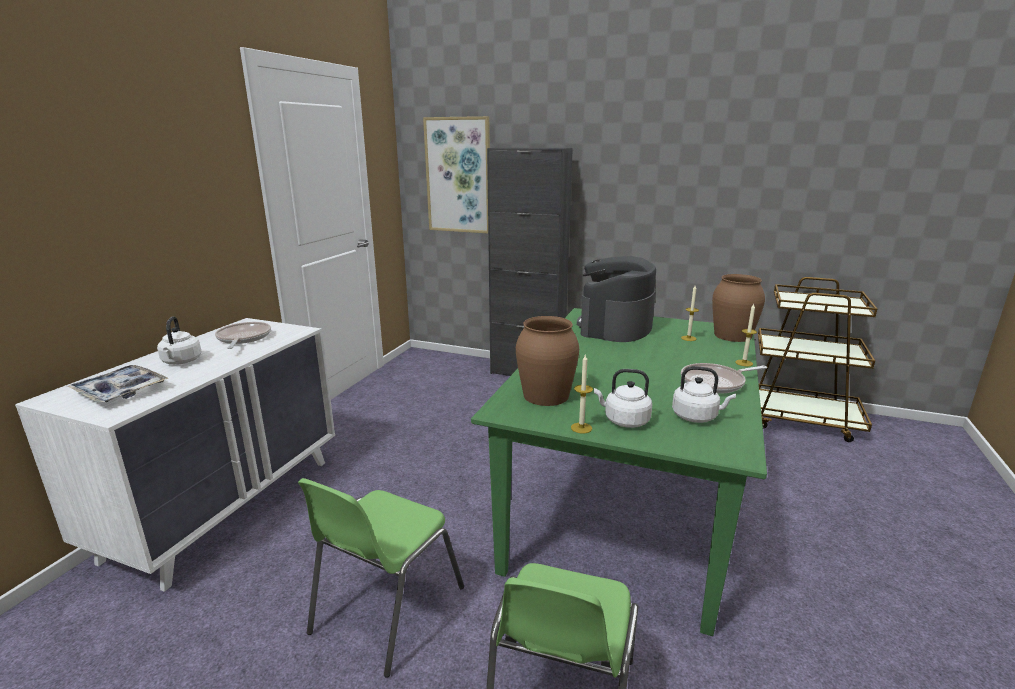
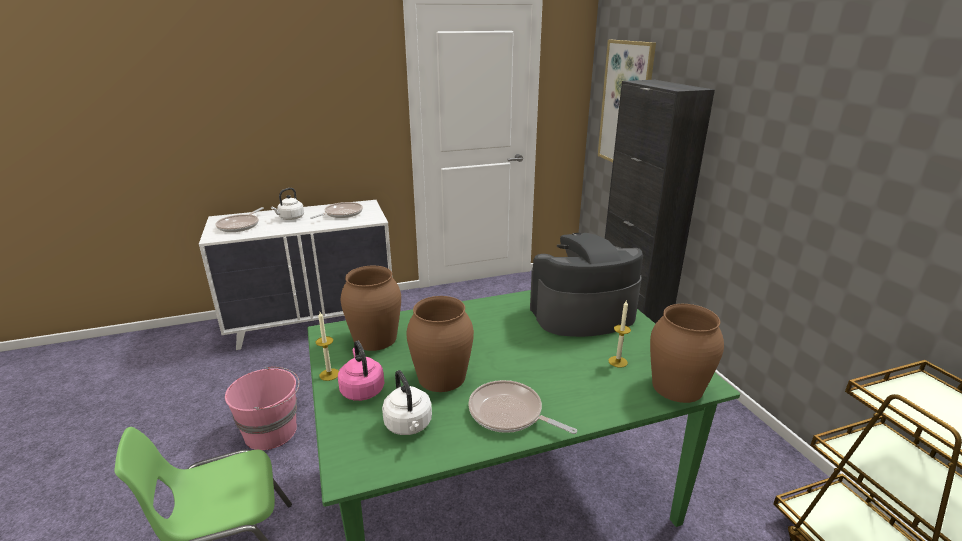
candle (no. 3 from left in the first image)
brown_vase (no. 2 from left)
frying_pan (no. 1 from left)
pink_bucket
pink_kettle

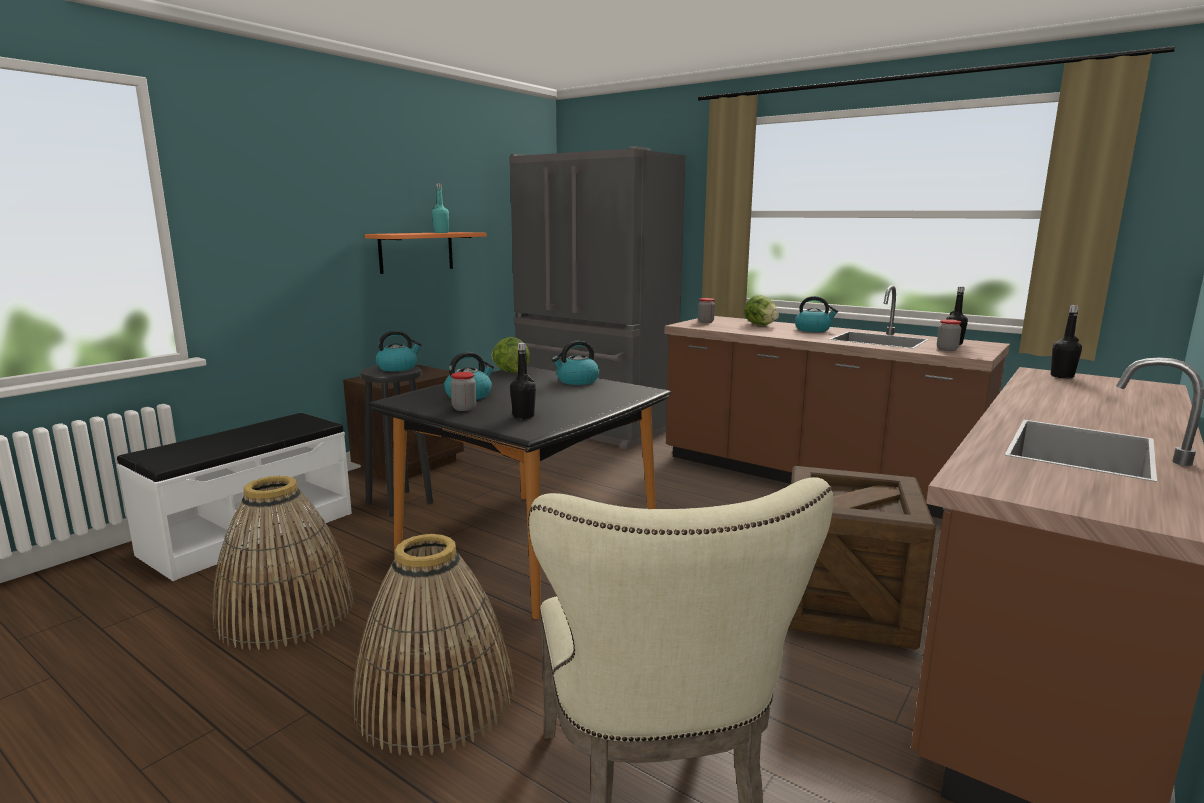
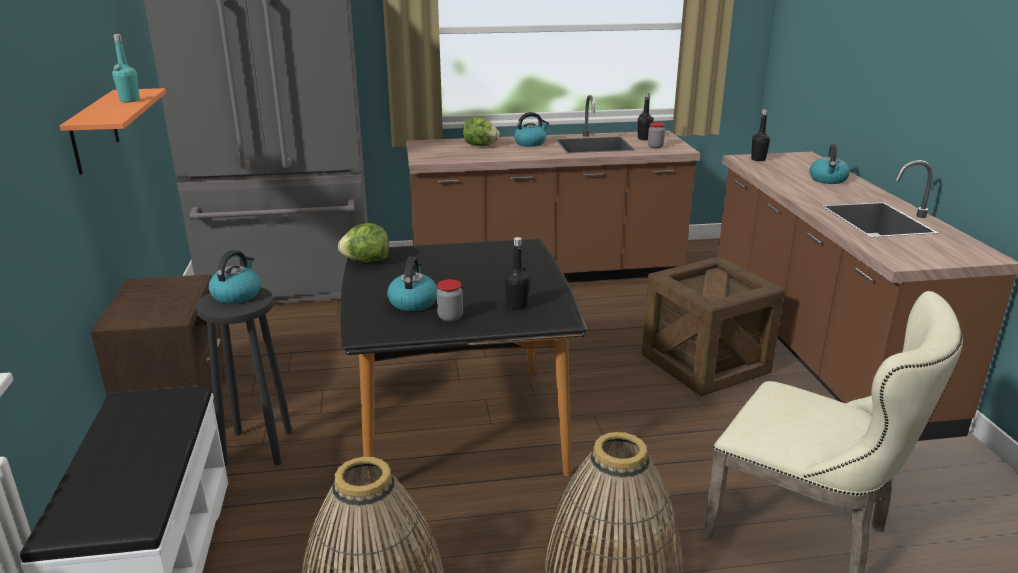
jar (no. 2 from left in the first image)
kettle (no. 4 from left)

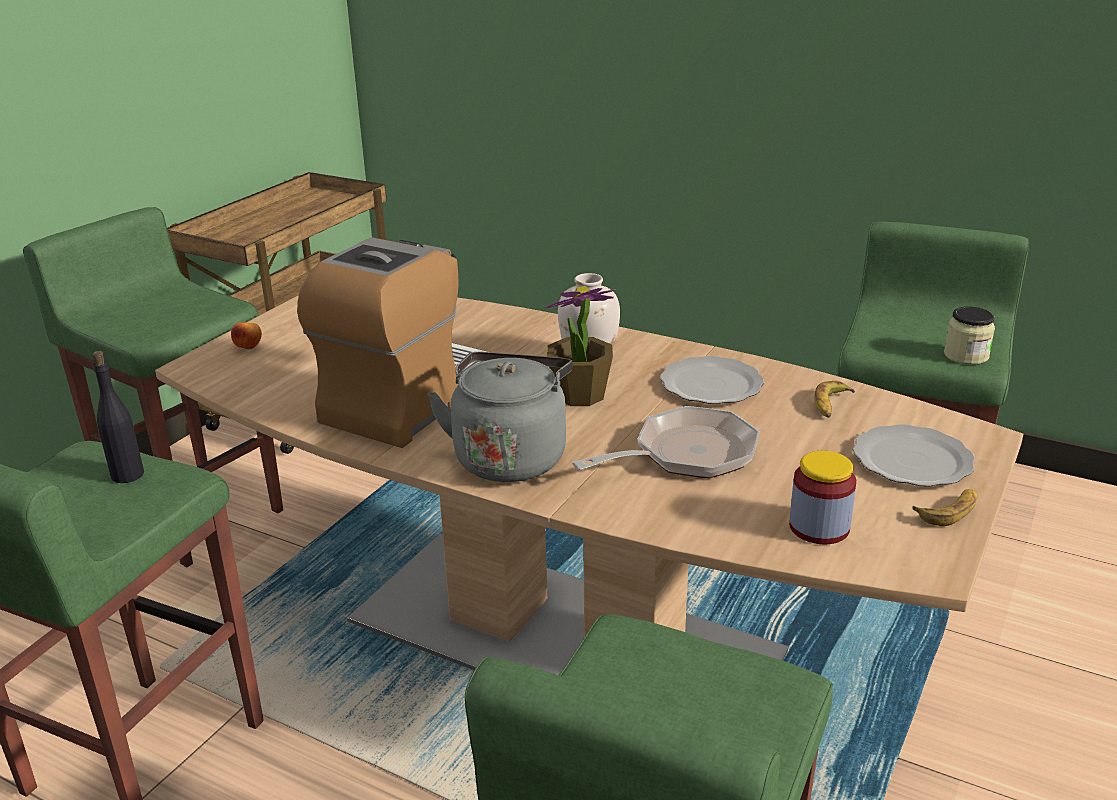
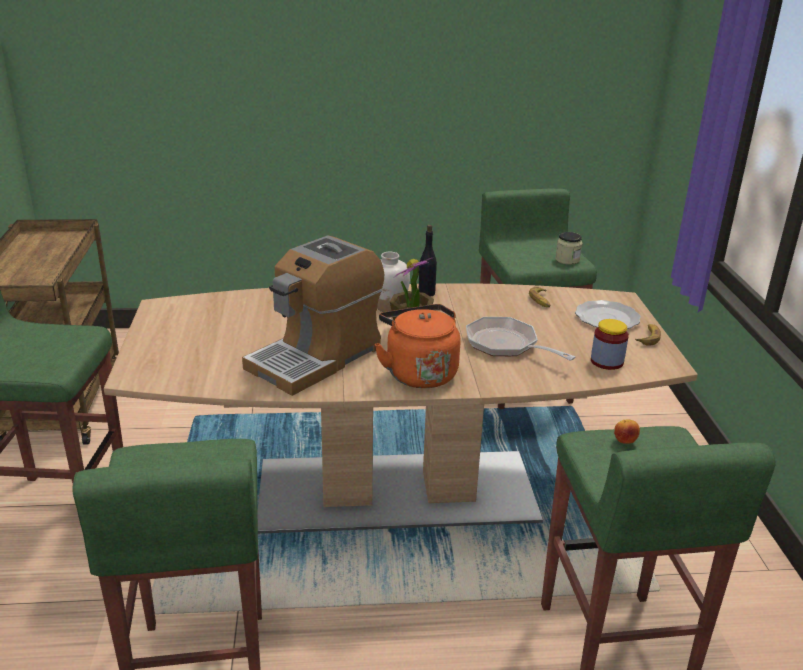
plate (no. 1 from left in the first image)
black_bottle
apple
orange_kettle
coffee_machine
frying_pan

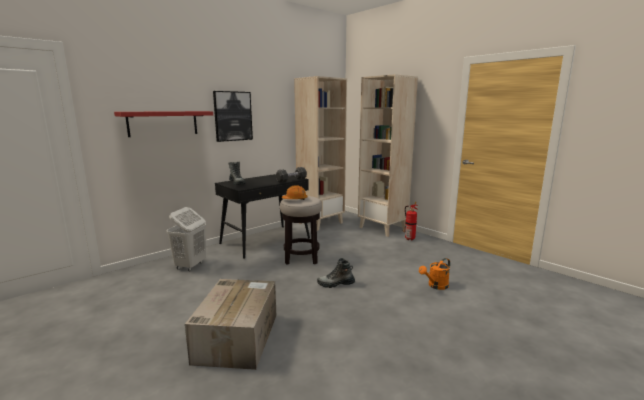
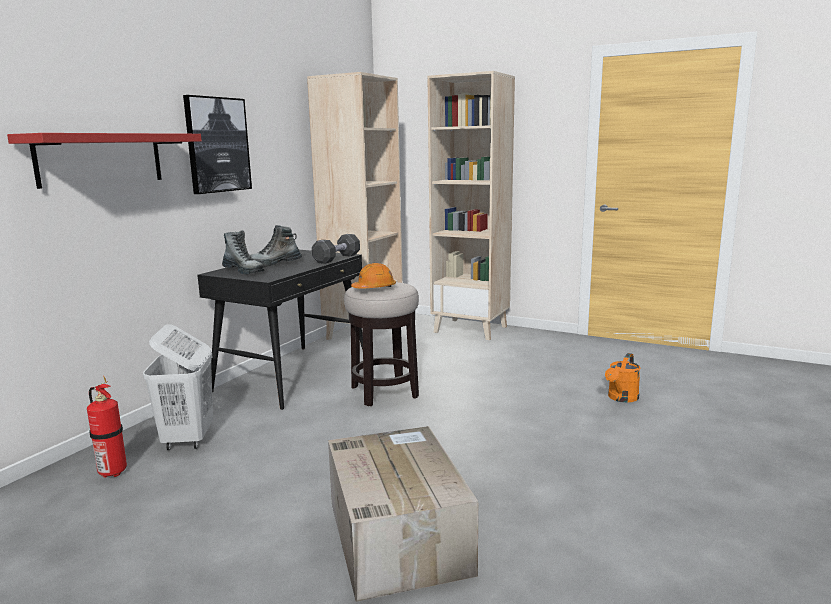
boot (no. 2 from left)
fire_extinguisher

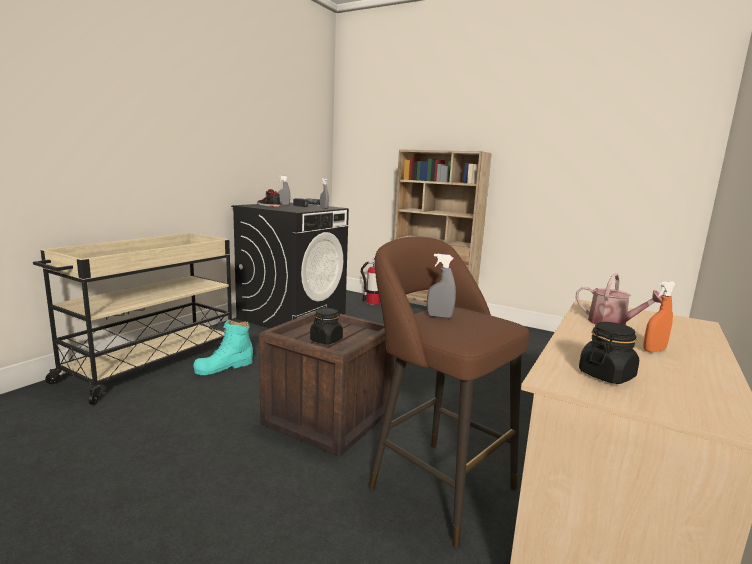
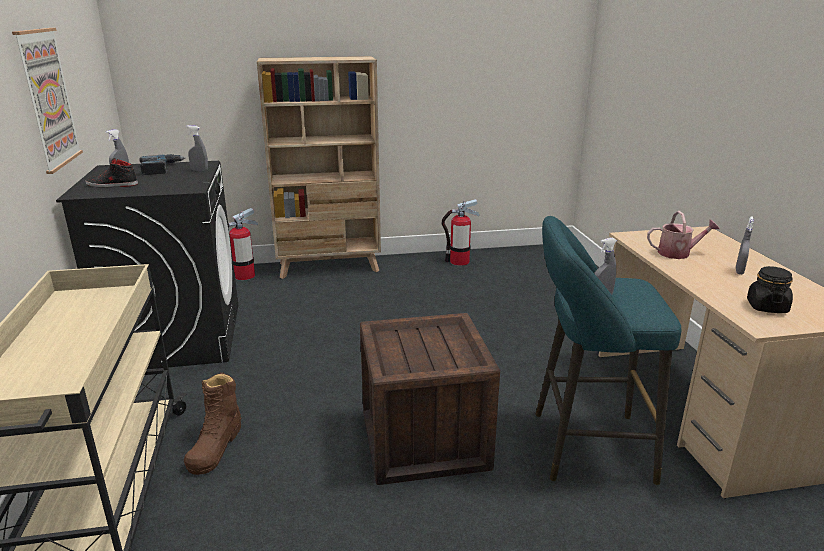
black_jar (no. 1 from left in the first image)
picture
fire_extinguisher (no. 2 from left)
brown_boot
turquoise_stool
grey_spray_bottle (no. 4 from left)

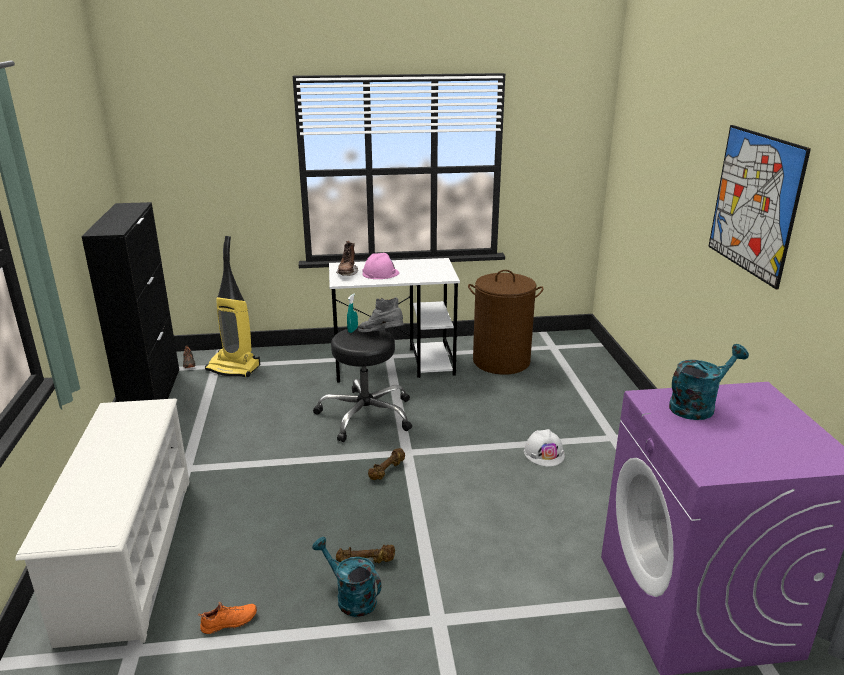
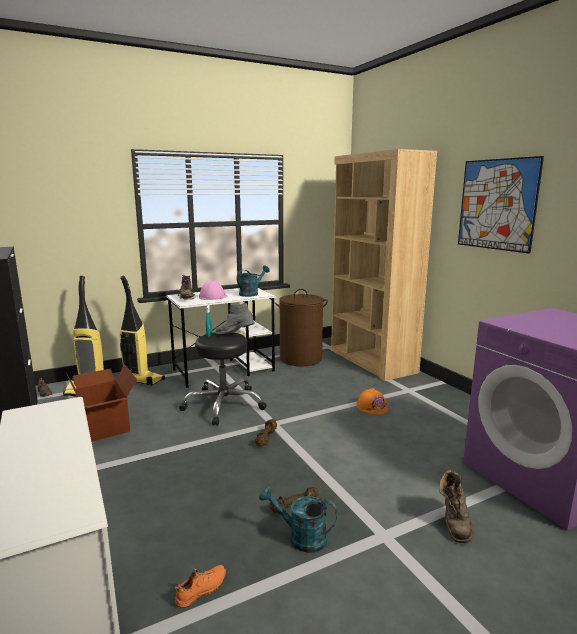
cardboard_box
vacuum_cleaner (no. 2 from left)
brown_bookcase
brown_boot (no. 2 from left)
turquoise_watering_can (no. 1 from left)
orange_hard_hat

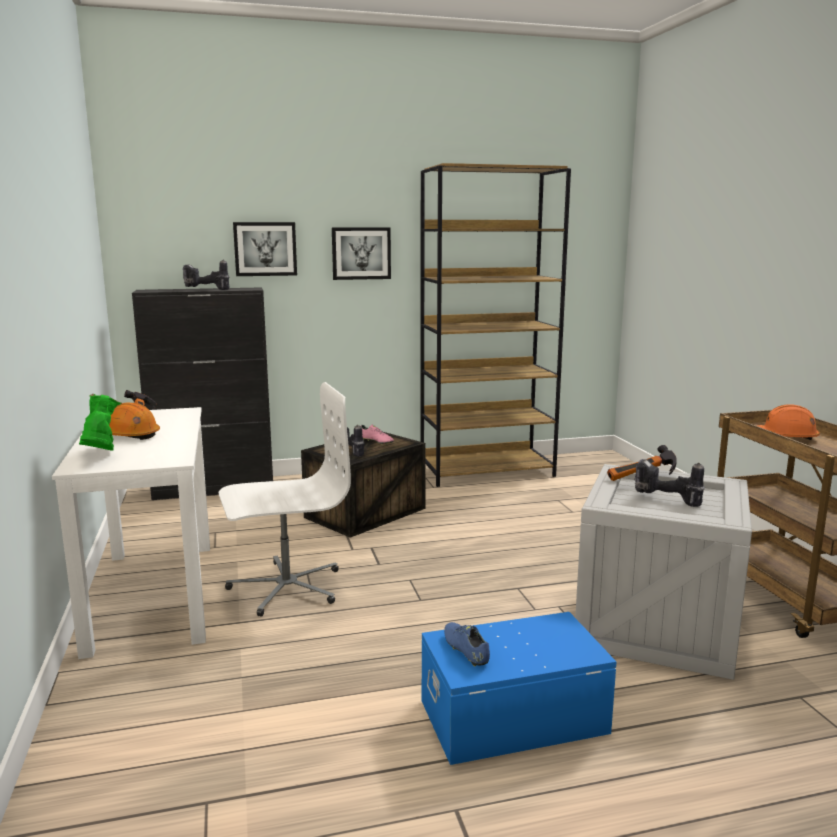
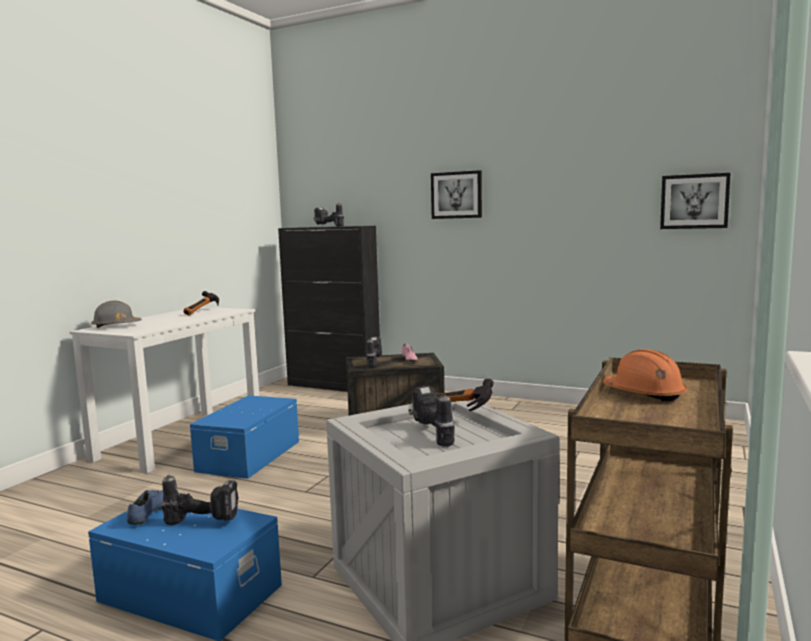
orange_hard_hat (no. 1 from left in the first image)
brown_bookcase
power_drill (no. 1 from left)
picture (no. 2 from left)
grey_hard_hat
blue_storage_box (no. 2 from left)

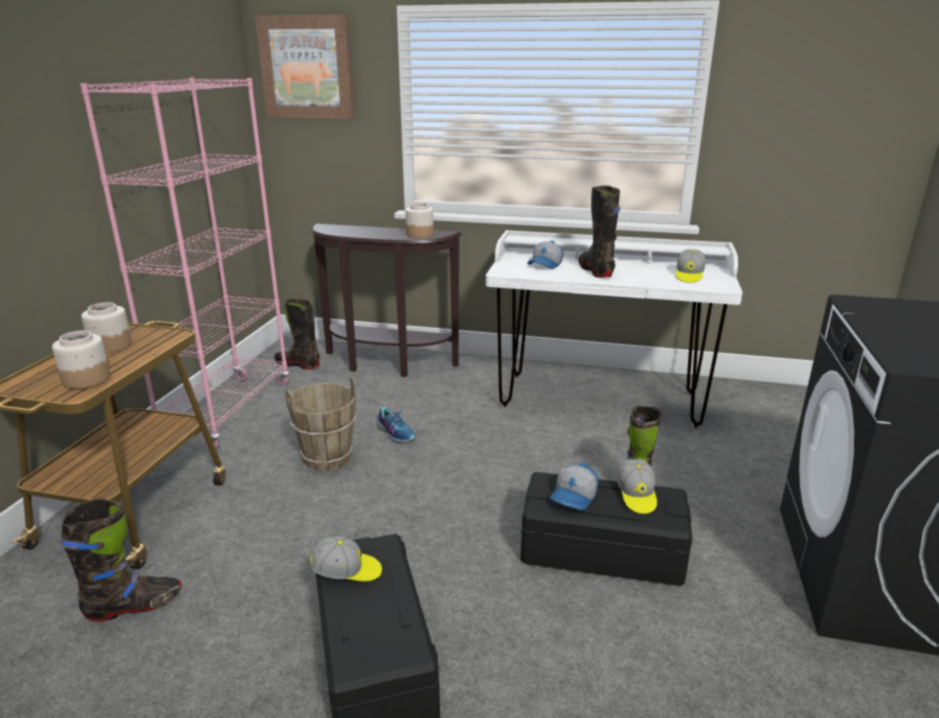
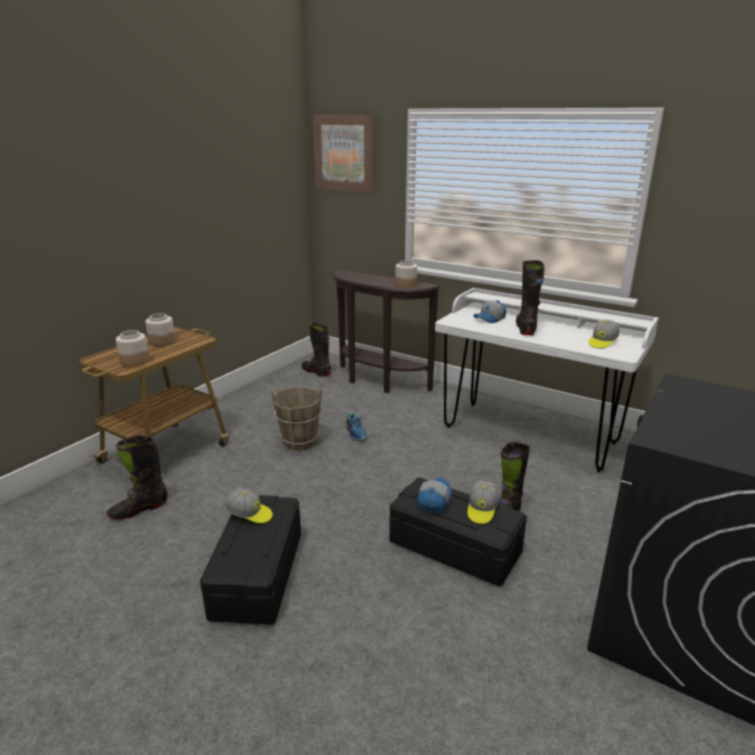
pink_bookcase
black_boot (no. 1 from left)
cap (no. 2 from left)

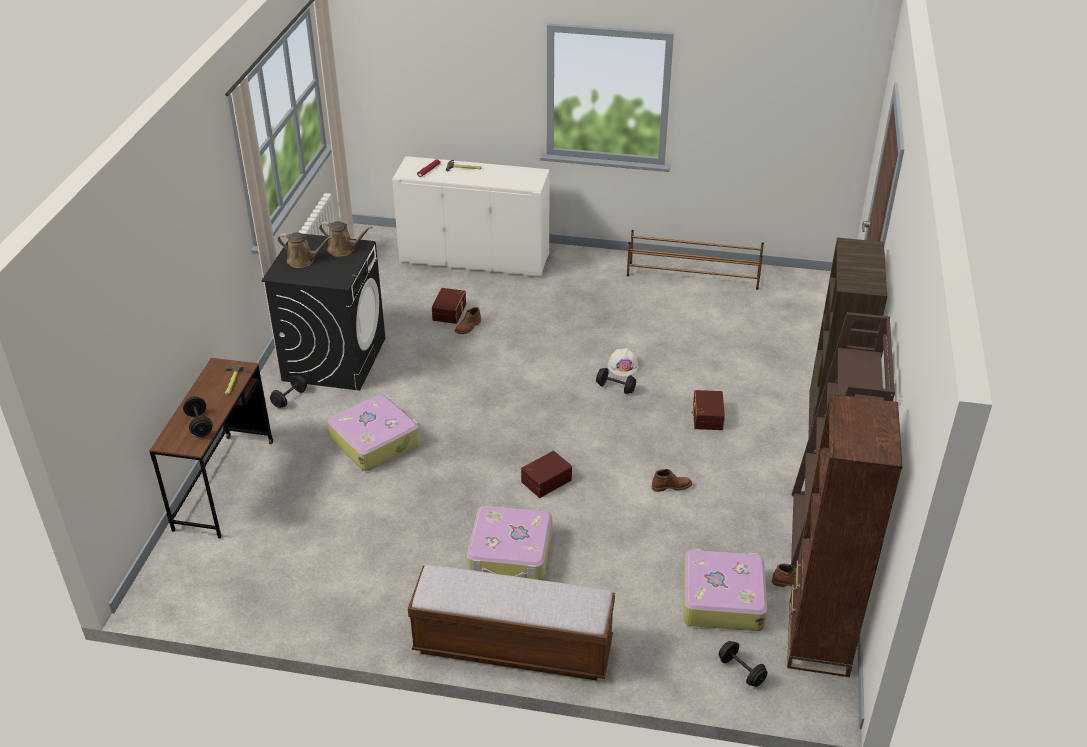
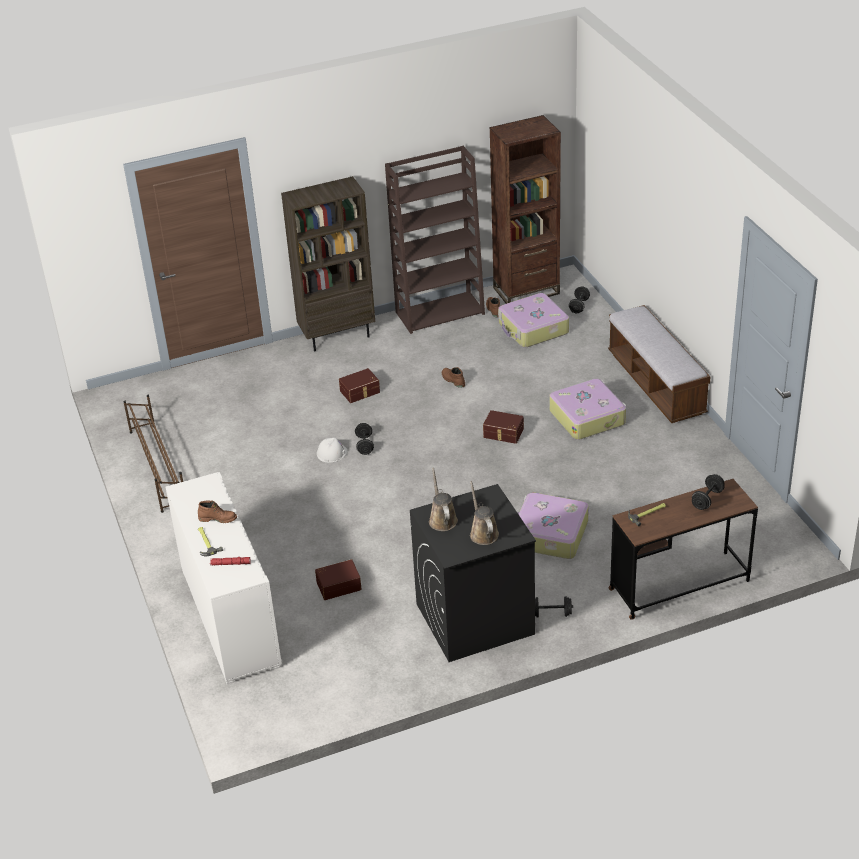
brown_boot (no. 1 from left)

